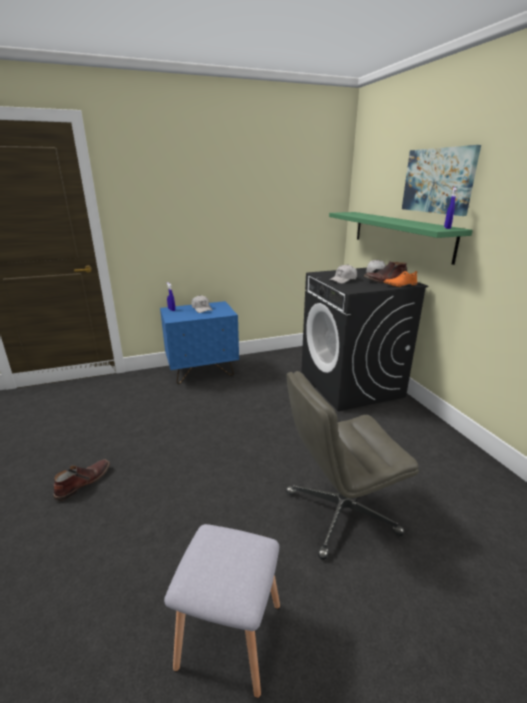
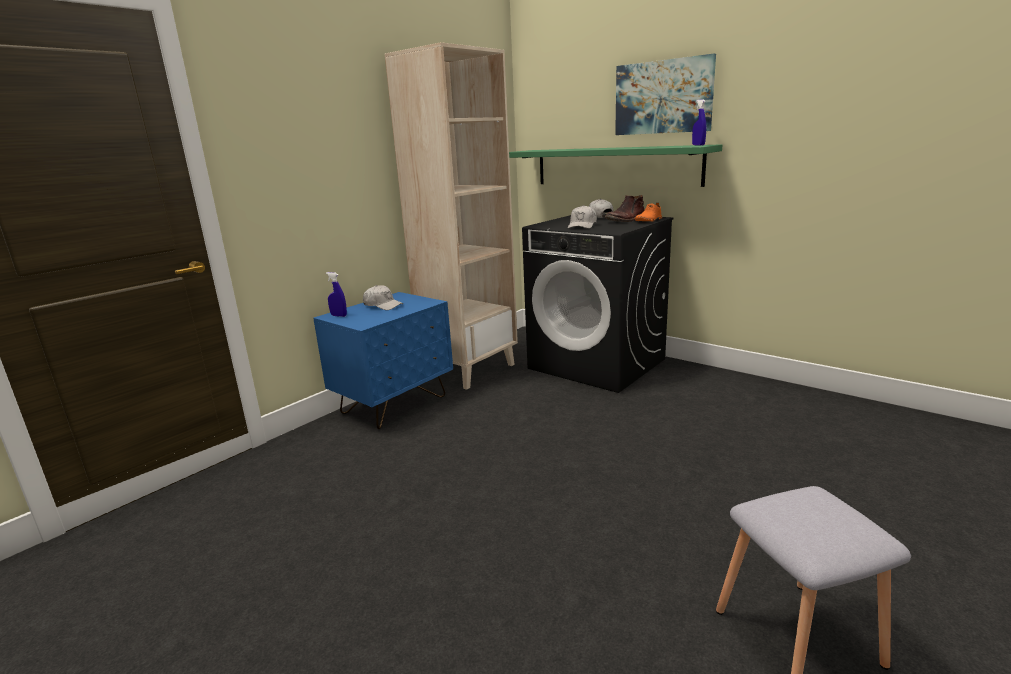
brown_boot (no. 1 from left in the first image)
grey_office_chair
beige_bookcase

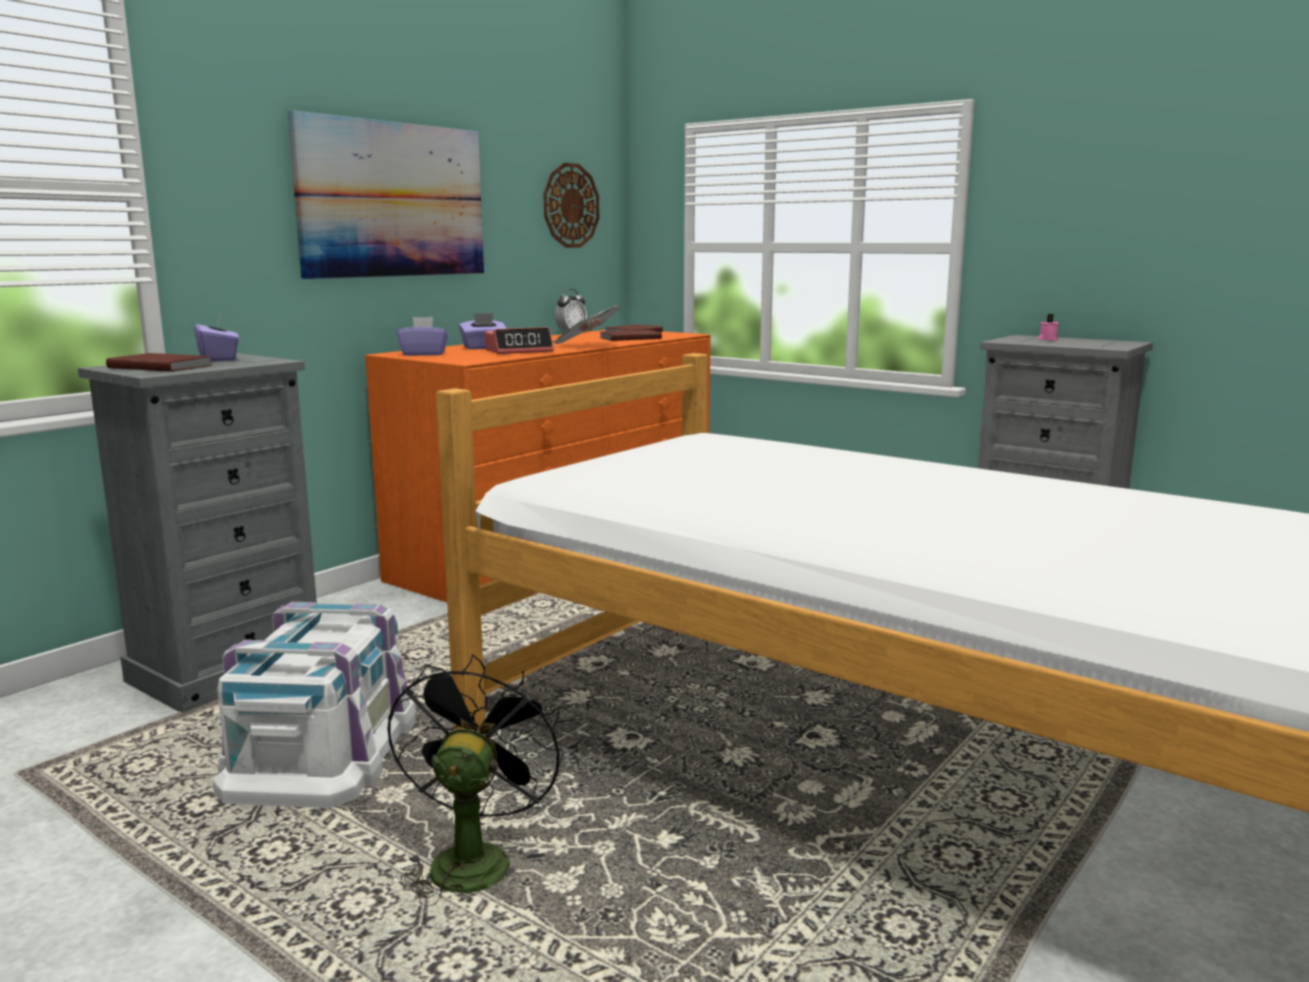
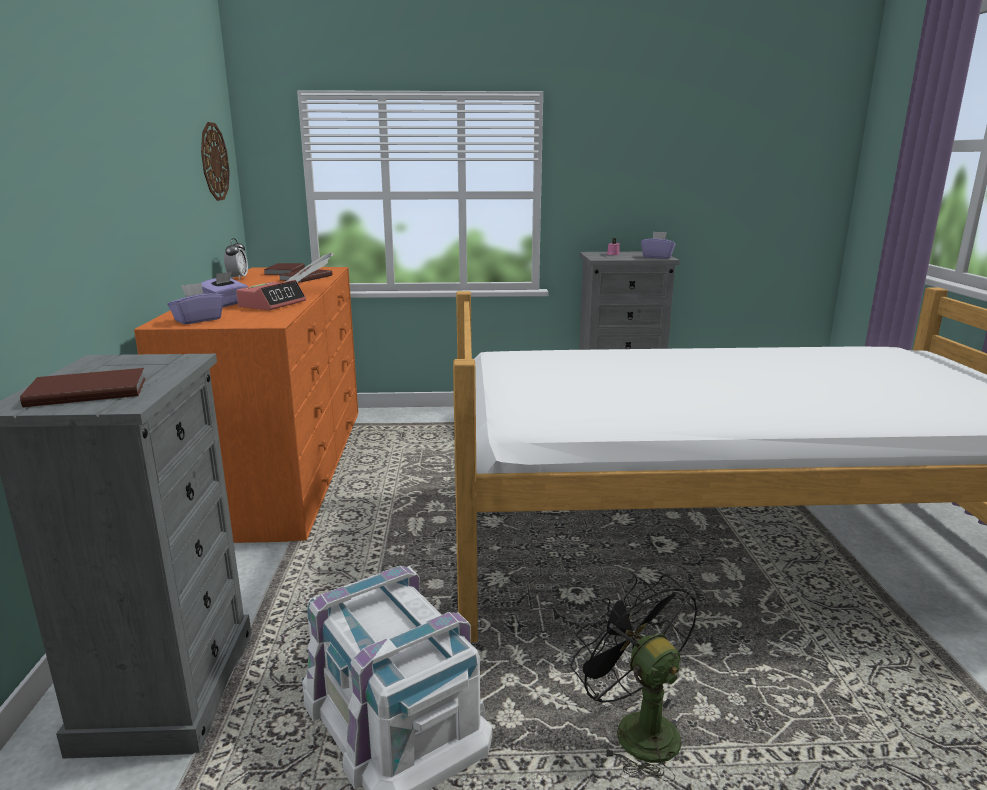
picture
purple_tissue_box (no. 3 from left)

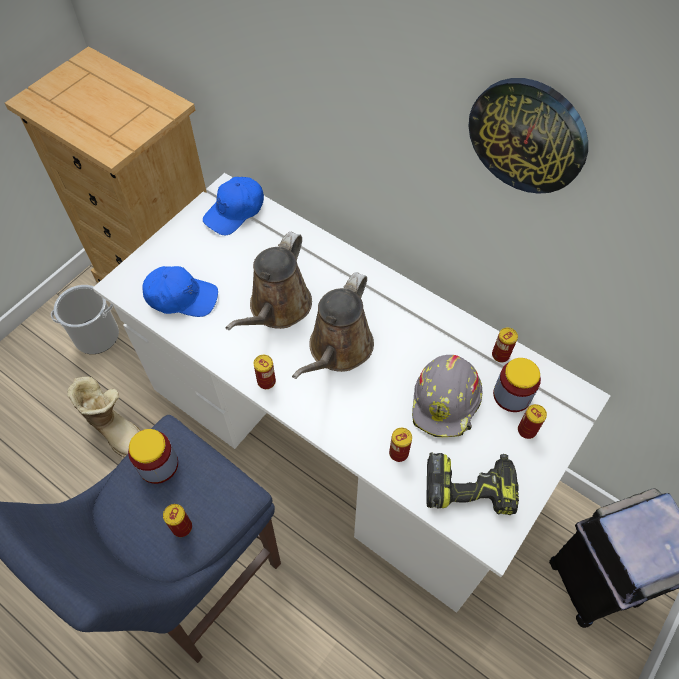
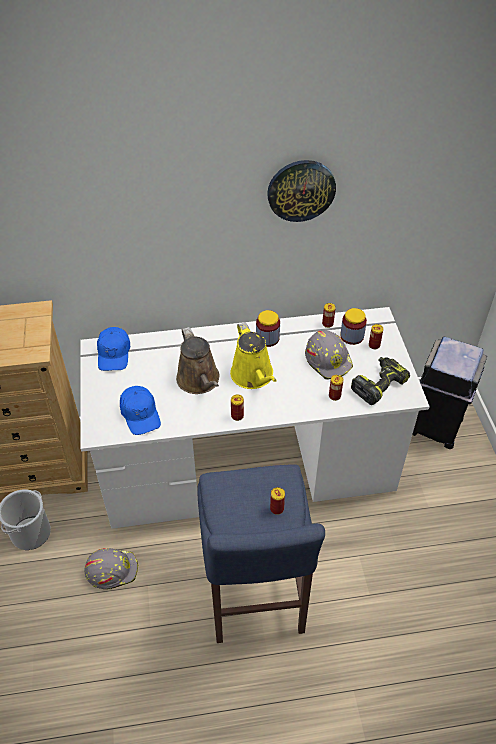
jar (no. 1 from left)
grey_hard_hat (no. 1 from left)
yellow_watering_can
blue_cap (no. 2 from left)

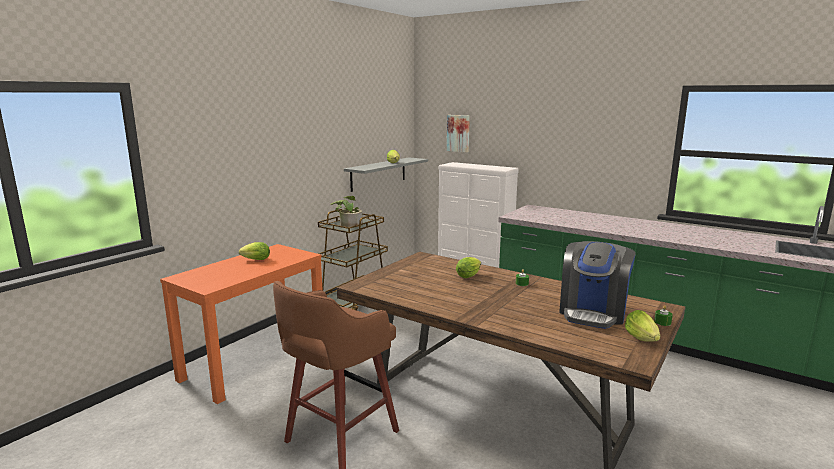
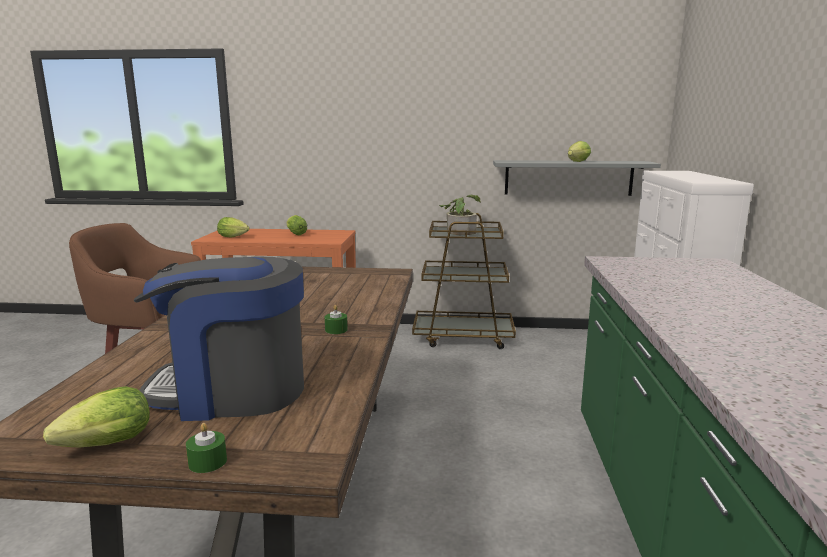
picture
lettuce (no. 2 from left)

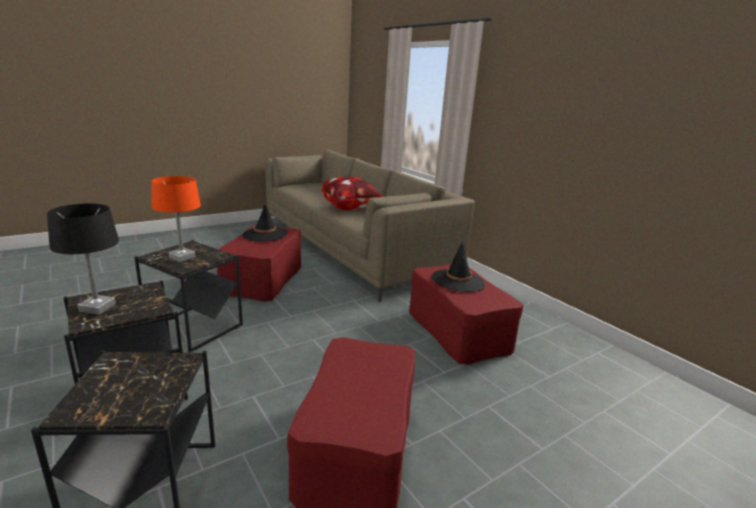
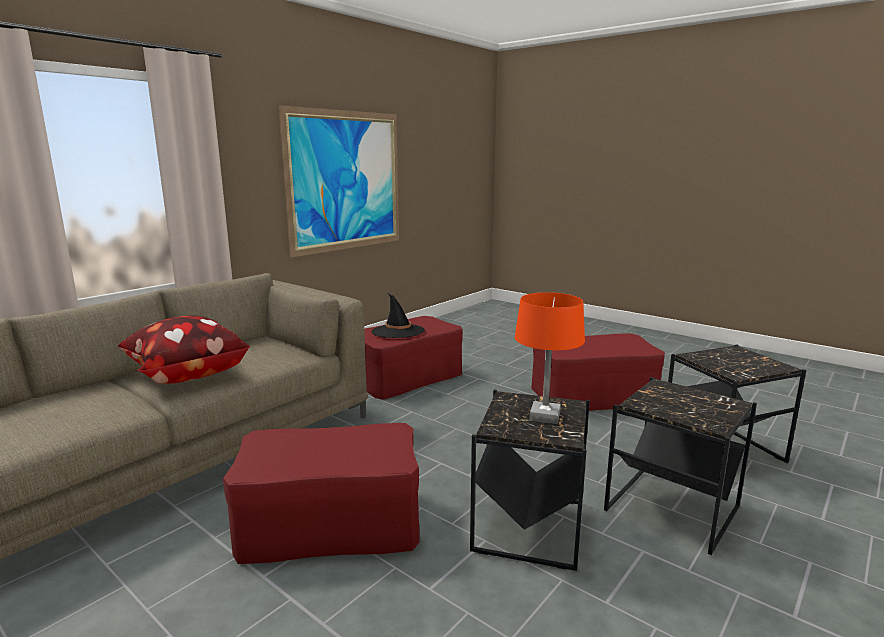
black_table_lamp
black_hat (no. 1 from left in the first image)
picture

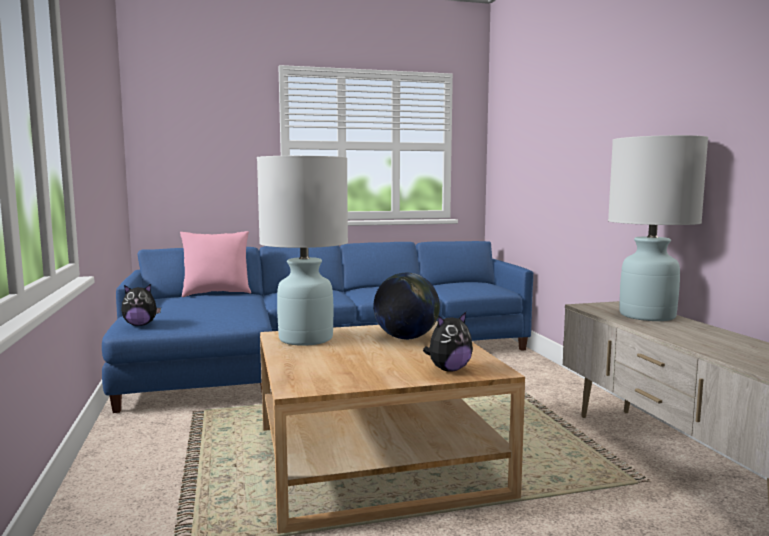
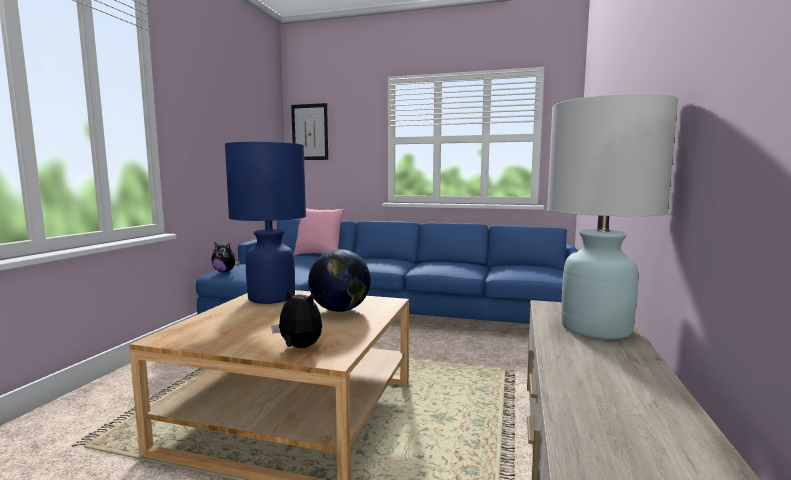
picture
blue_table_lamp
plush_toy (no. 2 from left)

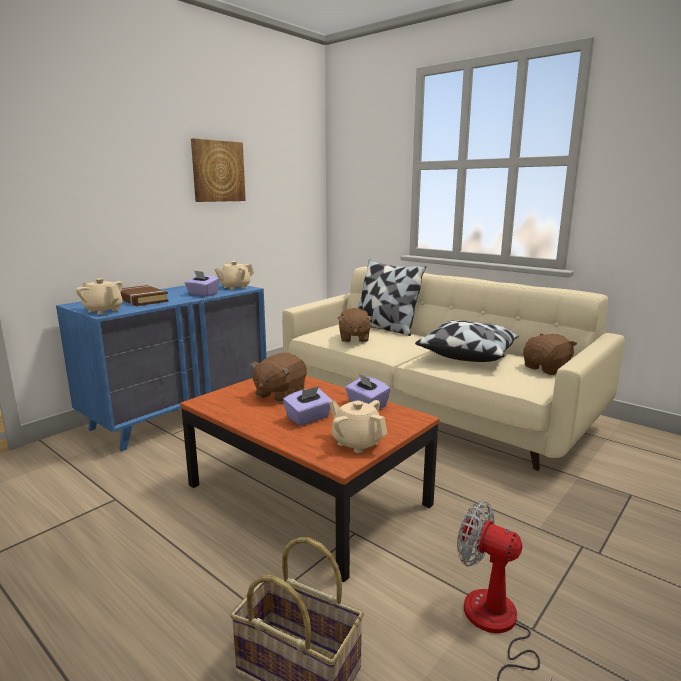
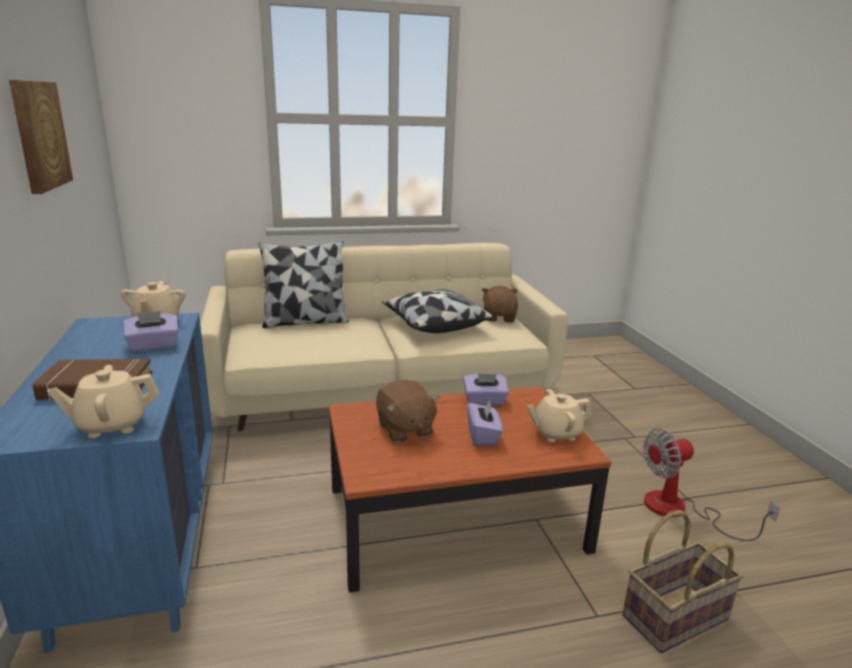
brown_plush_toy (no. 2 from left in the first image)

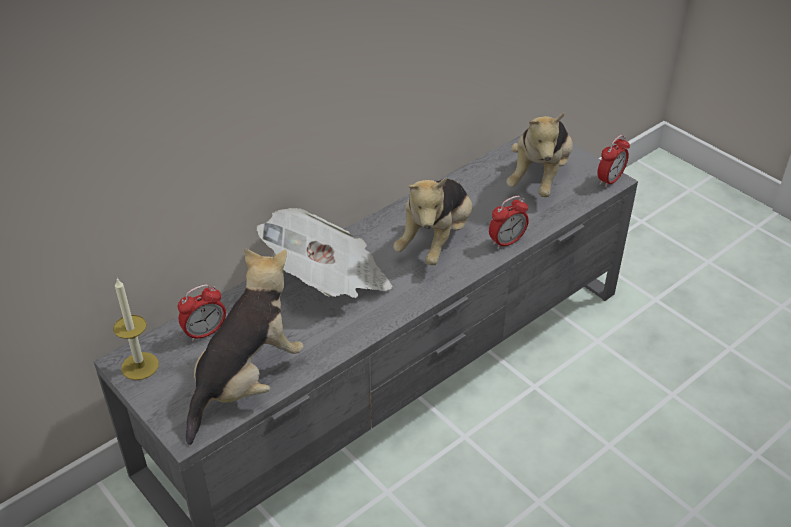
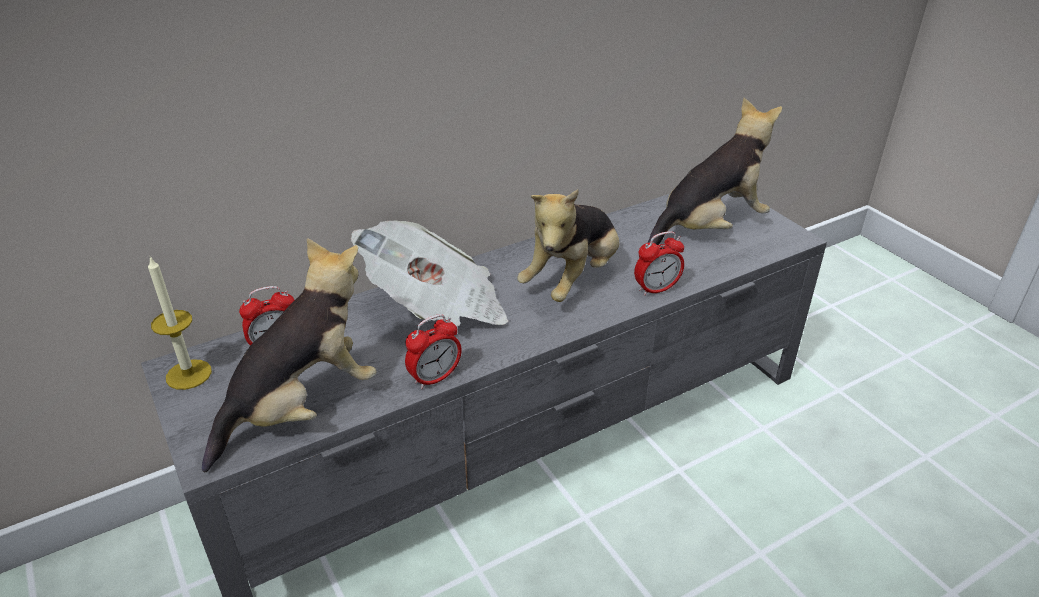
alarm_clock (no. 2 from left)
plush_toy (no. 3 from left)

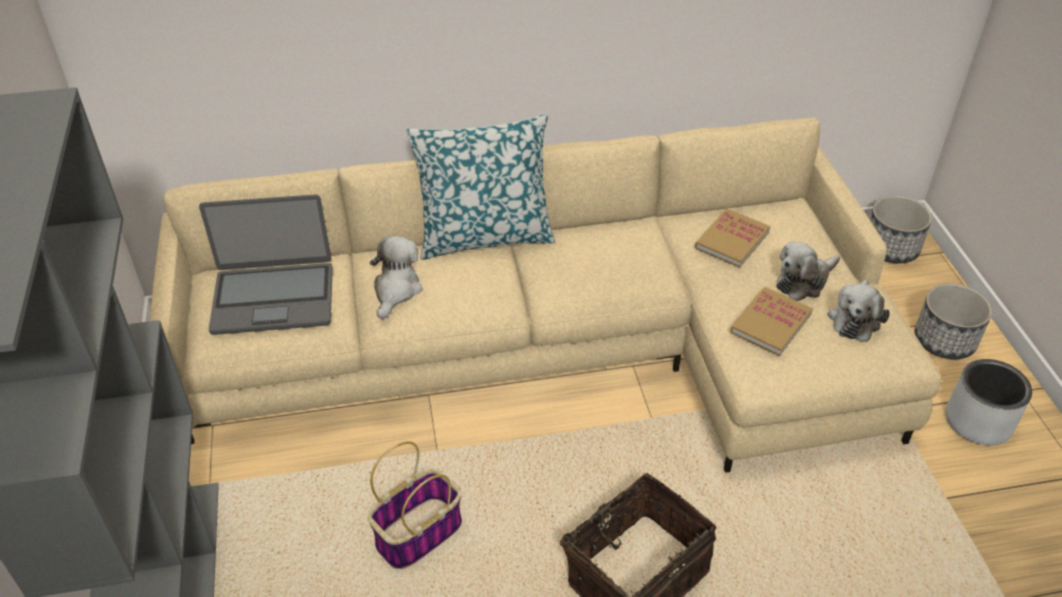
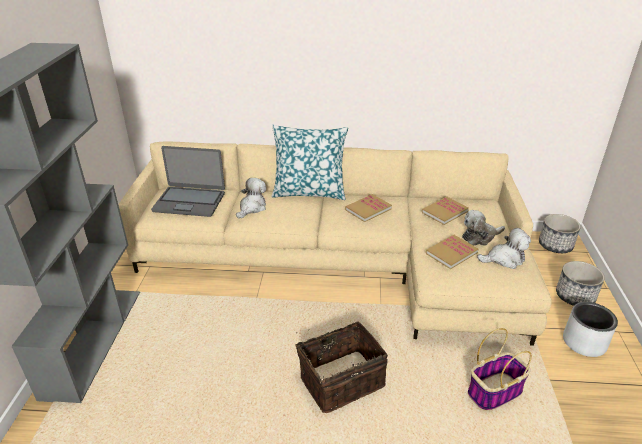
book (no. 1 from left)
basket (no. 2 from left)
plush_toy (no. 3 from left)

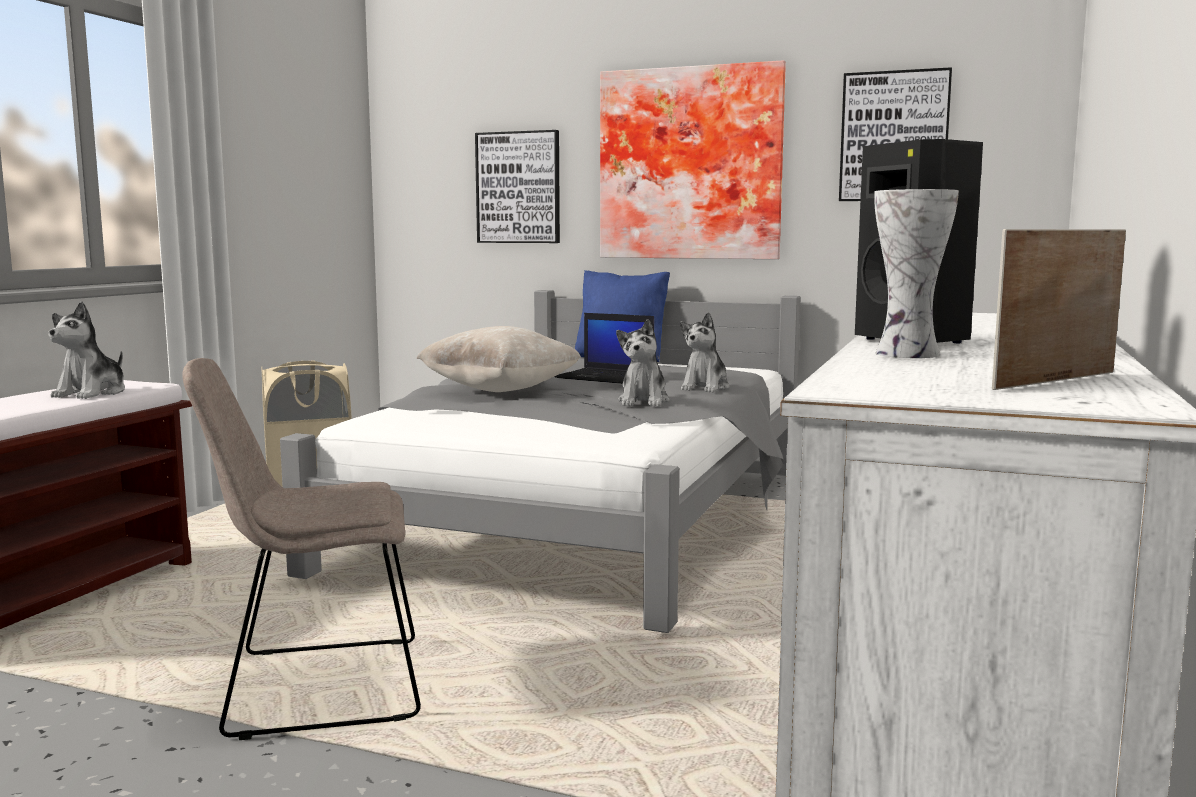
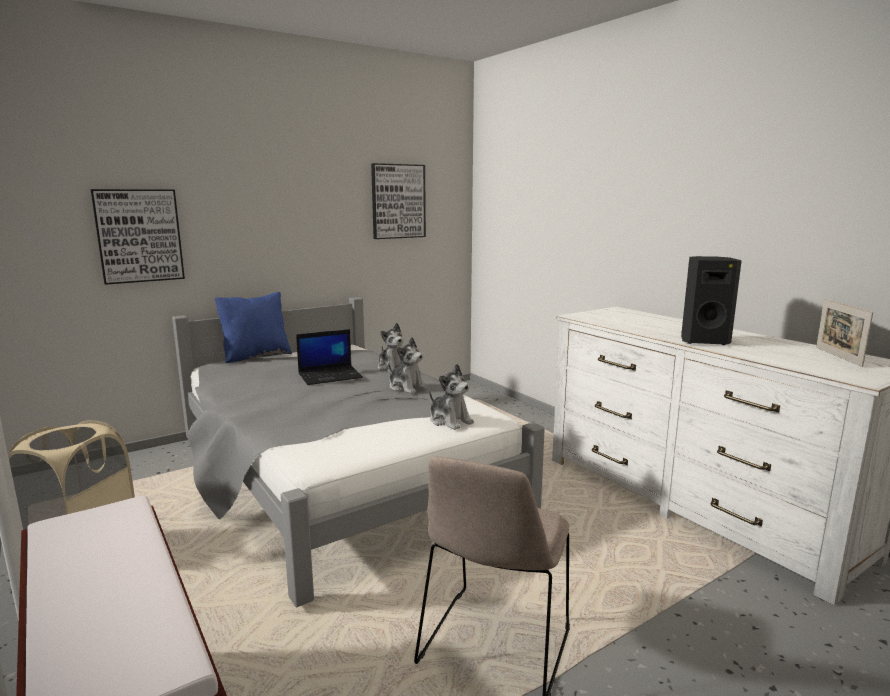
beige_pillow
picture (no. 2 from left in the first image)
vase
plush_toy (no. 3 from left)

